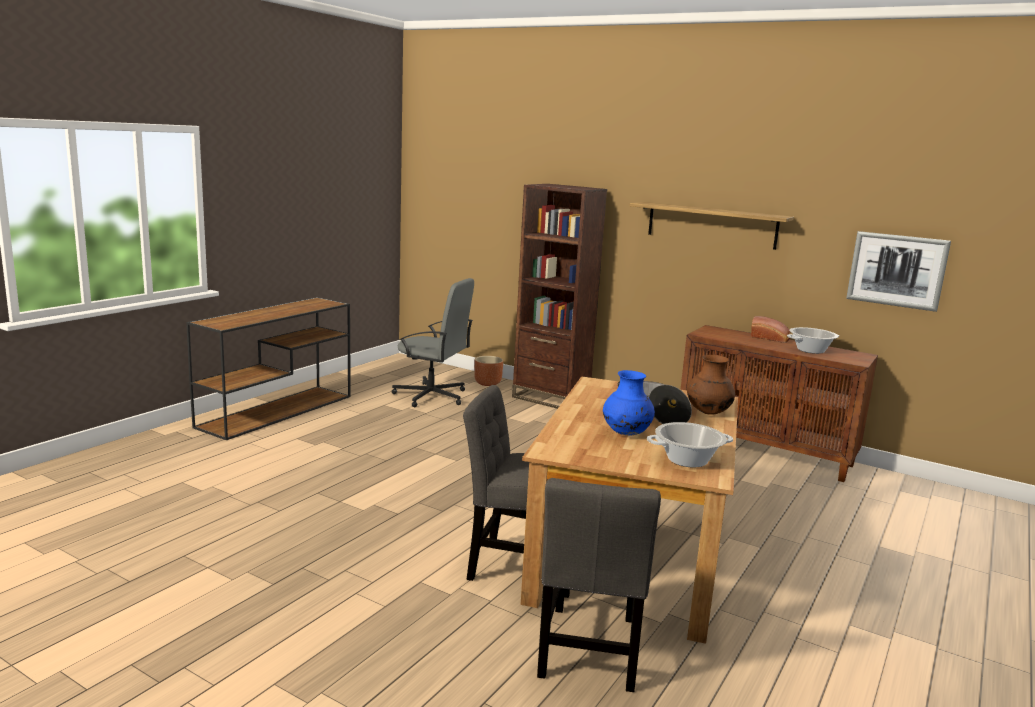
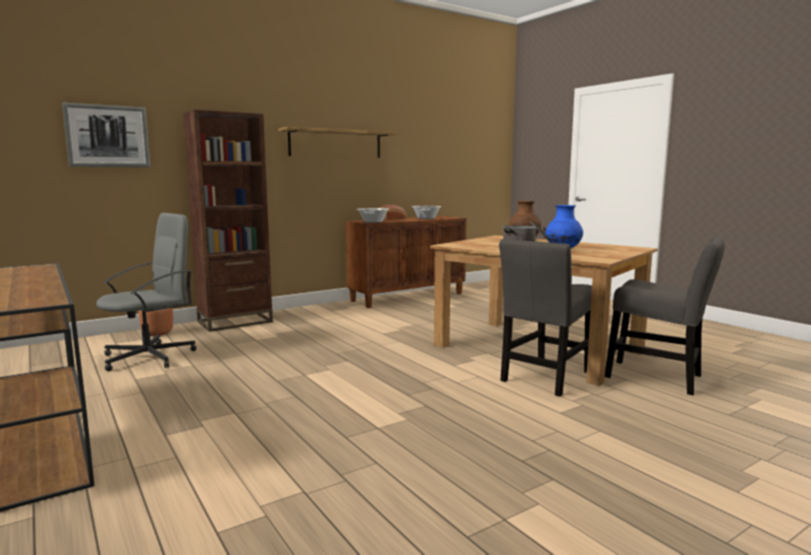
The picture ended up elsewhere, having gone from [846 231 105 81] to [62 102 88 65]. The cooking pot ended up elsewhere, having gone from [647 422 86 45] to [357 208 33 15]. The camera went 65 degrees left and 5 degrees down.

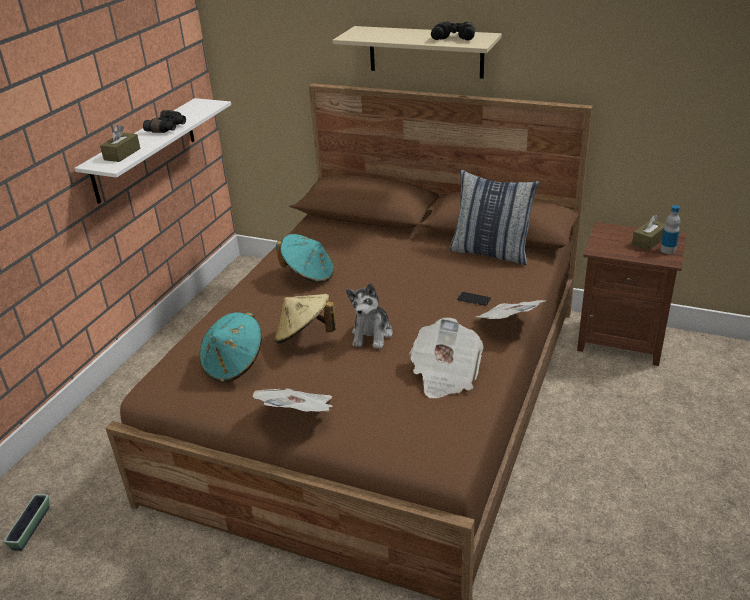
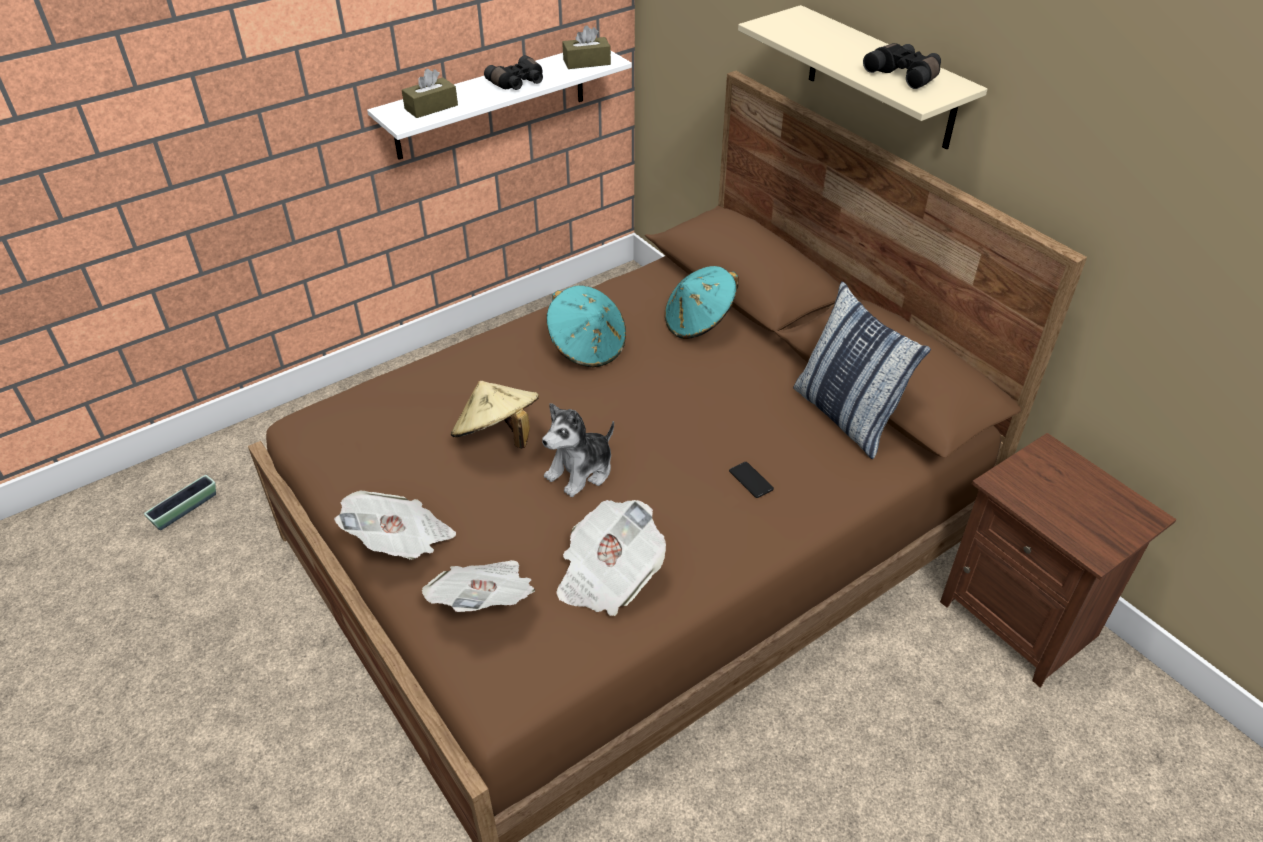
The second view lost the bottle at [660 205 20 49]. The brown tissue box ended up elsewhere, having gone from [632 215 34 36] to [563 25 48 44]. The newspaper ended up elsewhere, having gone from [476 300 69 19] to [422 560 113 52]. The turquoise hat ended up elsewhere, having gone from [200 312 62 70] to [665 266 74 73]. The camera went 30 degrees right and 10 degrees up.

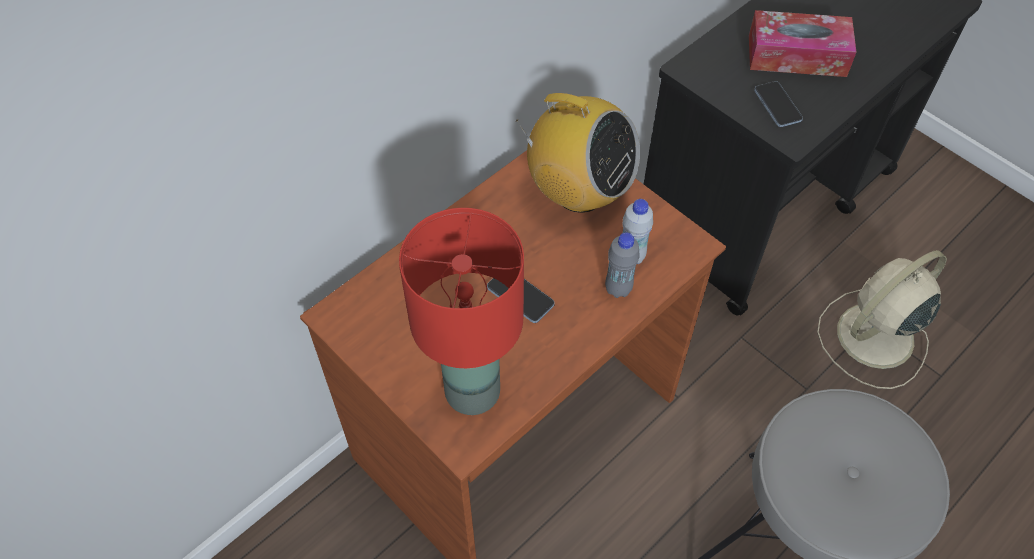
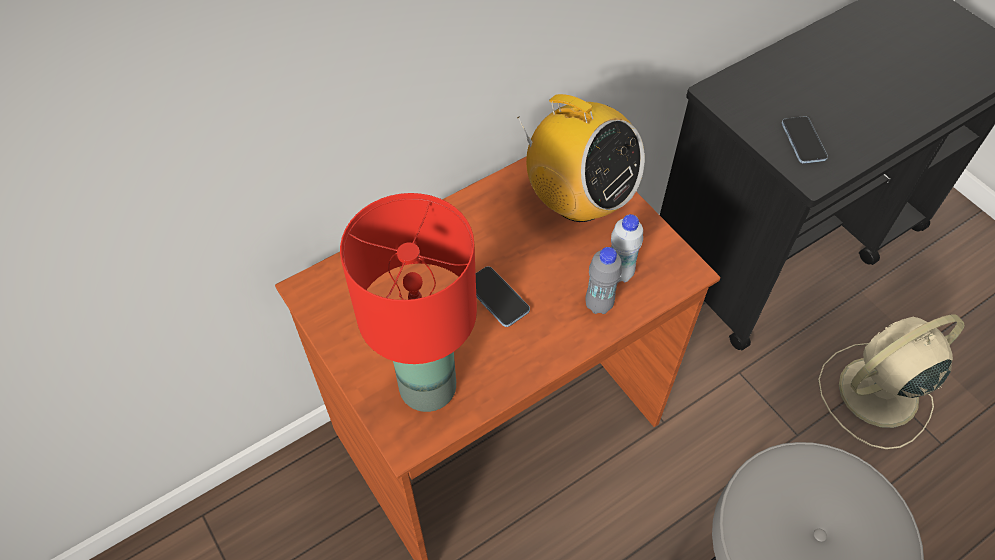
The second view lost the tissue box at [749 10 107 67]. The camera went 10 degrees right and 0 degrees up.

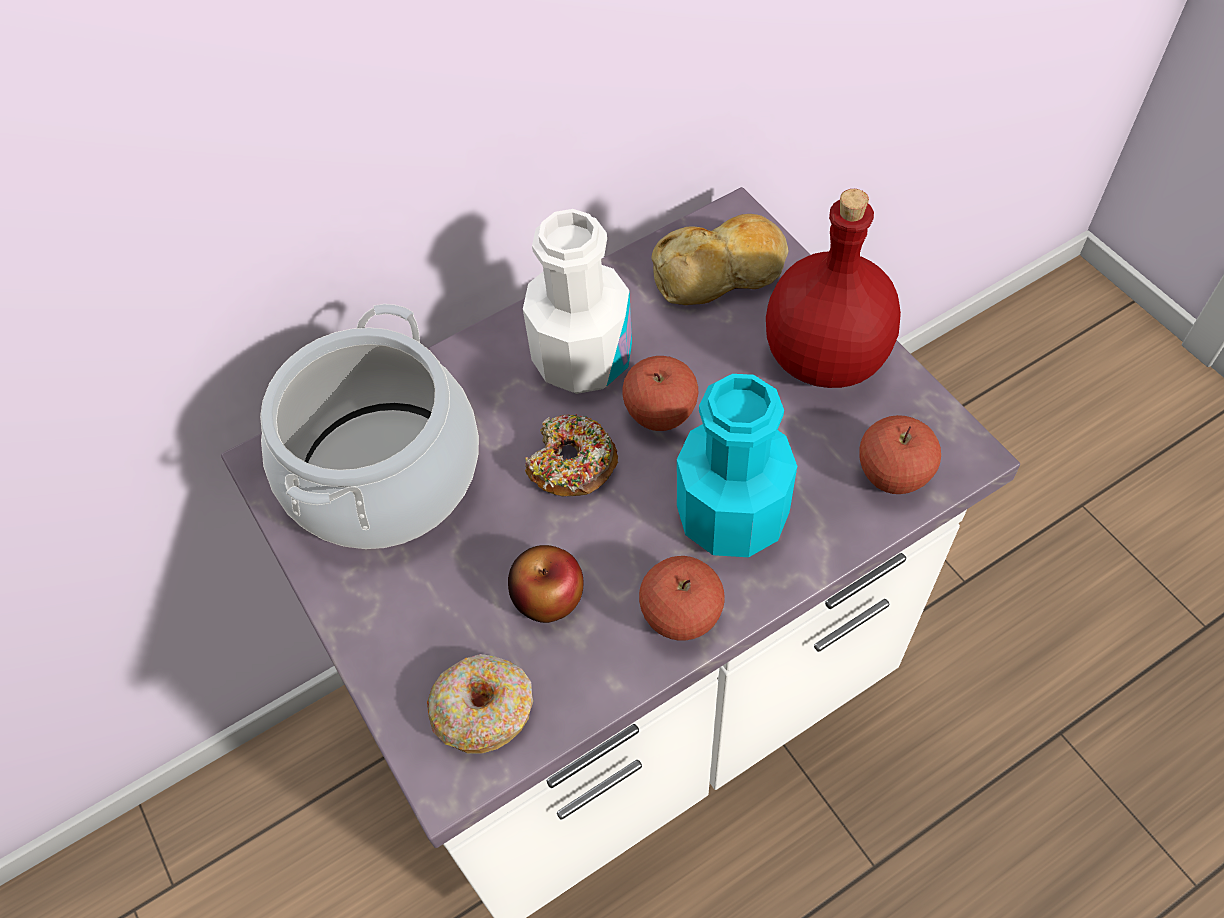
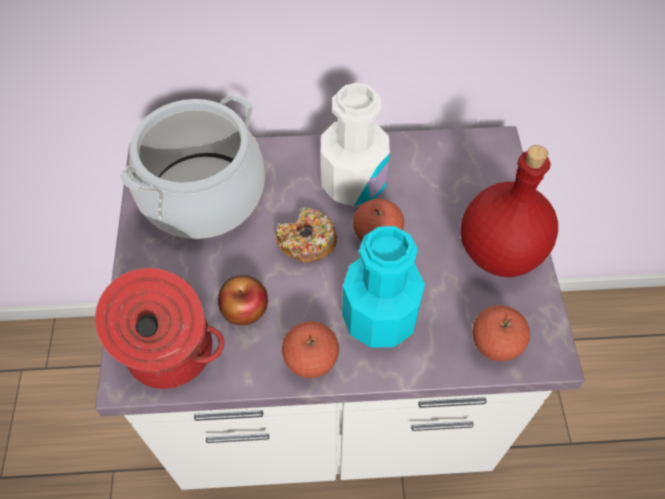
The second view lost the bread at [651 214 137 91]. Where the donut stood at [427 654 106 100], the cooking pot came to stand at [95 268 129 121]. The camera went 25 degrees right and 0 degrees up.

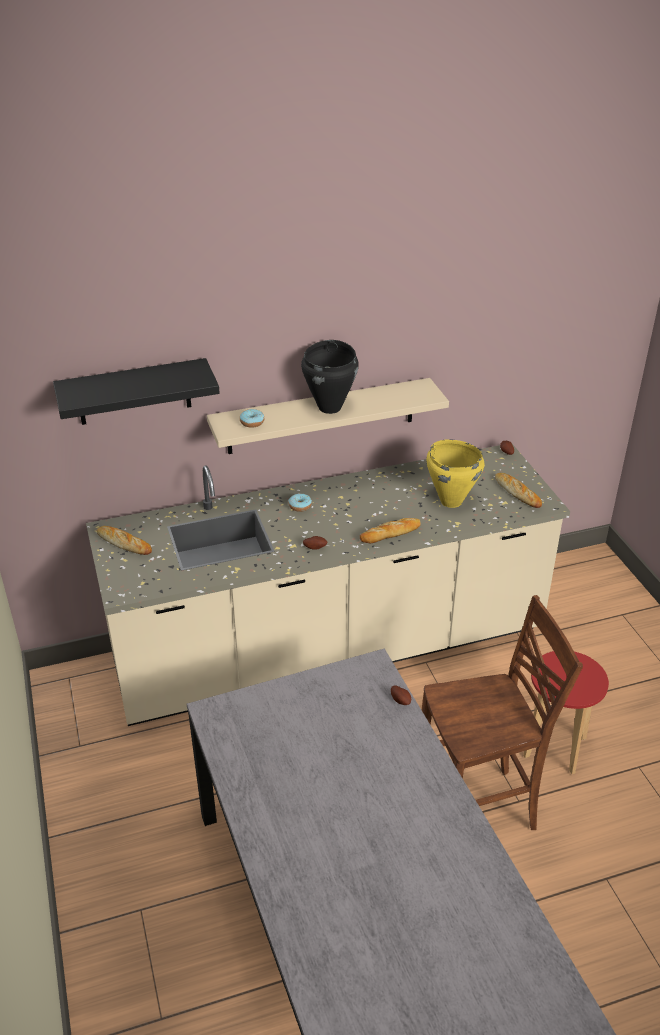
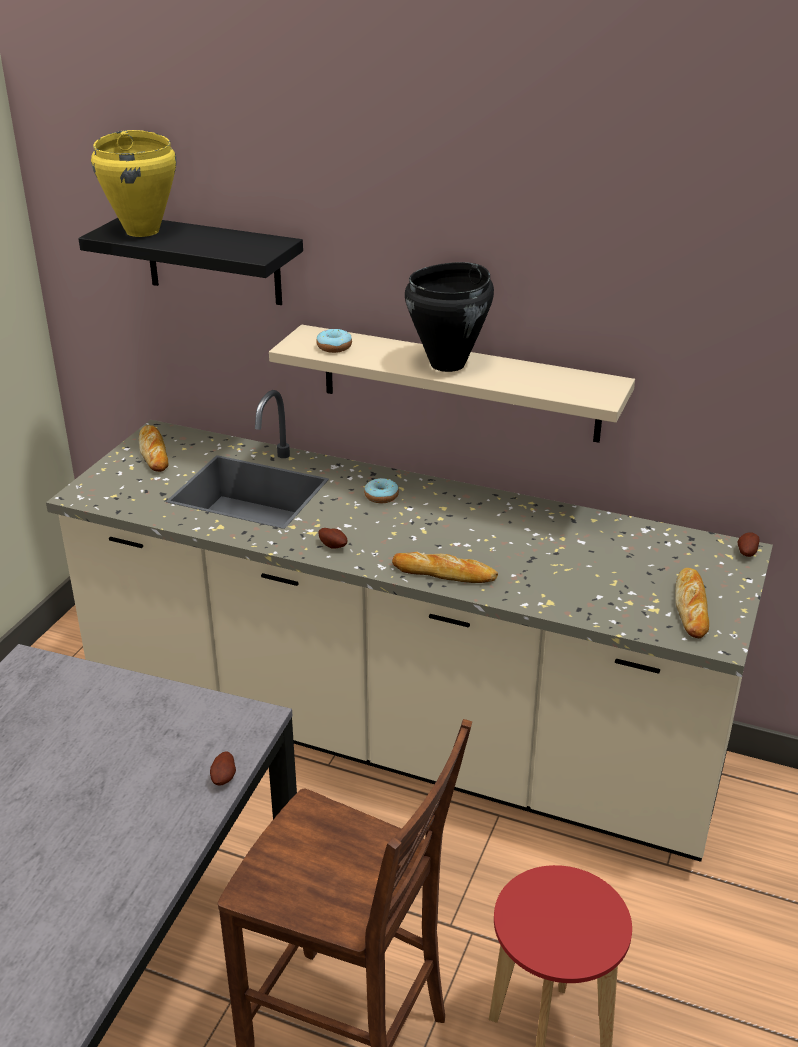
The yellow cooking pot ended up elsewhere, having gone from [426 439 58 69] to [91 130 86 107]. The camera went 40 degrees right and 5 degrees down.

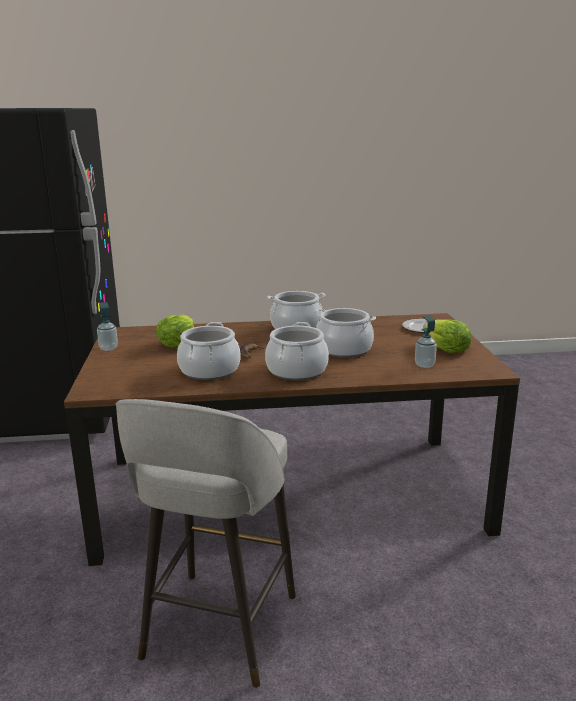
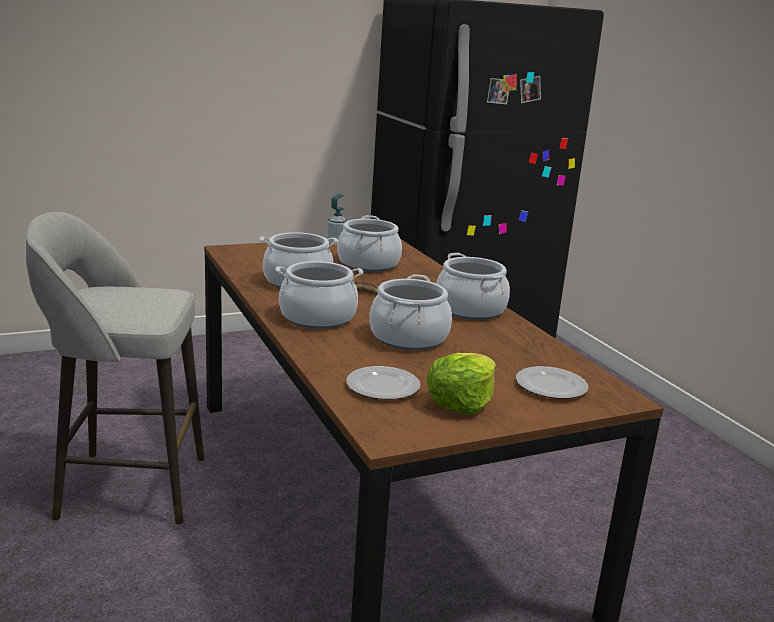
Where the lettuce stood at [156 315 38 33], the cooking pot came to stand at [337 215 65 57]. Where the soap dispenser stood at [415 315 22 53], the plate came to stand at [346 366 74 34]. The camera went 70 degrees right and 0 degrees up.

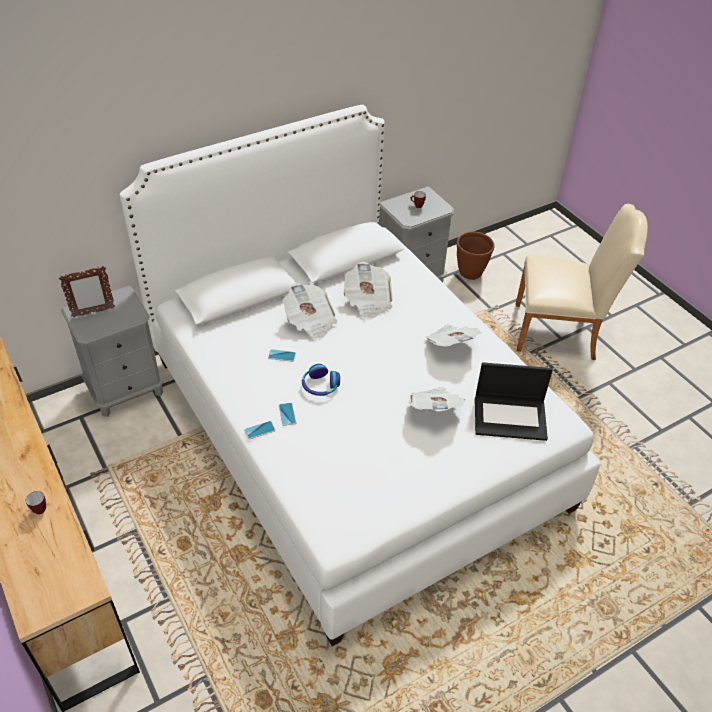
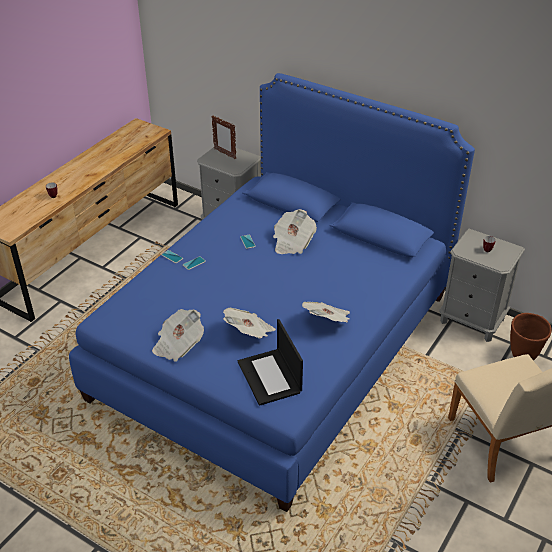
What was the white bed at [120 105 480 541] turned into the blue bed at [69 73 406 439]. The newspaper ended up elsewhere, having gone from [343 262 50 58] to [152 309 52 53]. The second view lost the headphones at [302 364 38 32]. The camera went 65 degrees right and 5 degrees down.

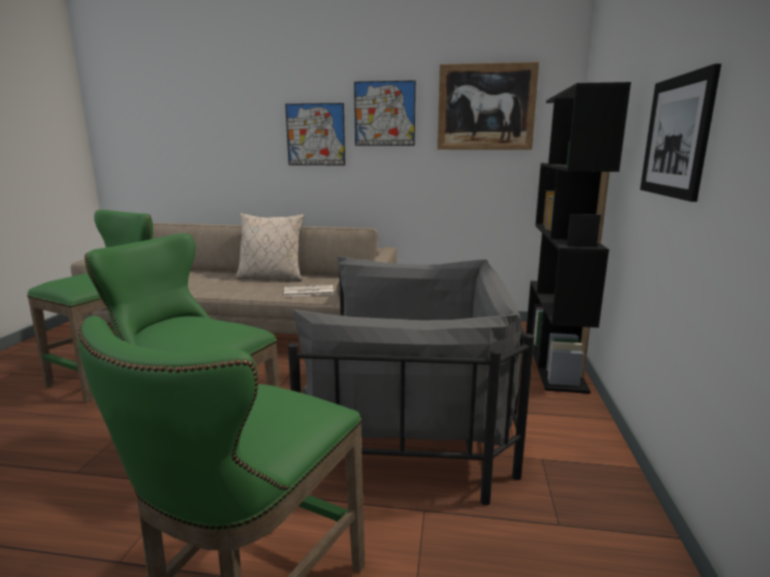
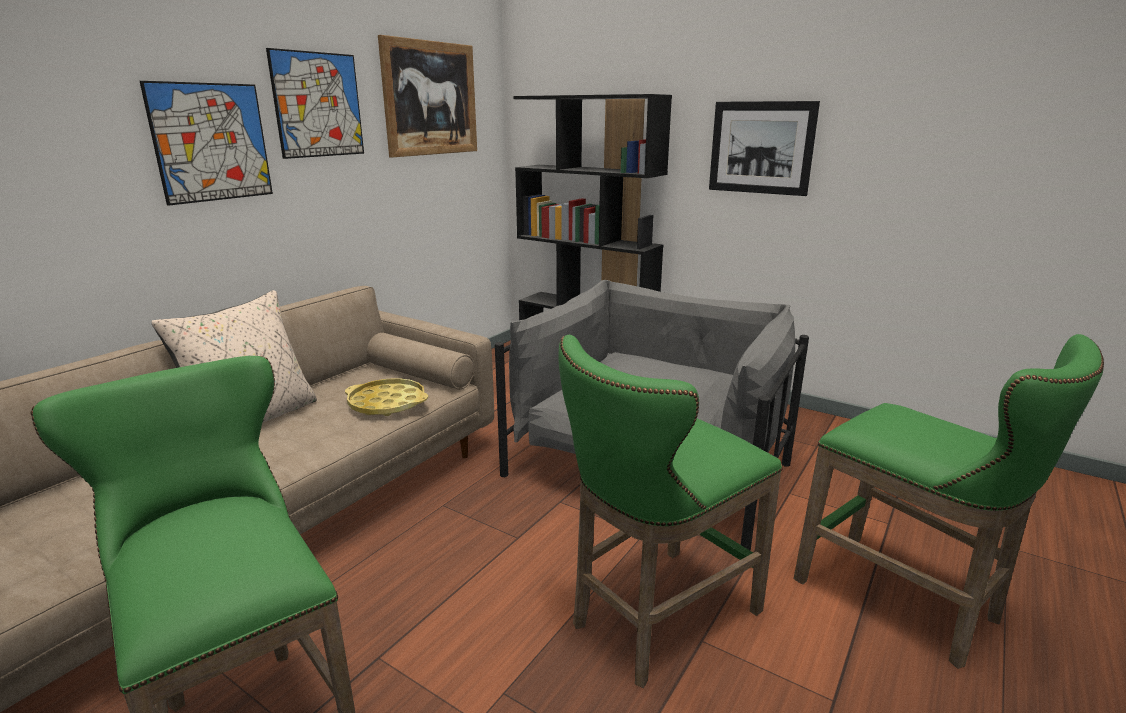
Where the newspaper stood at [284 285 50 12], the yellow tray came to stand at [345 378 83 38]. The camera went 65 degrees left and 5 degrees up.

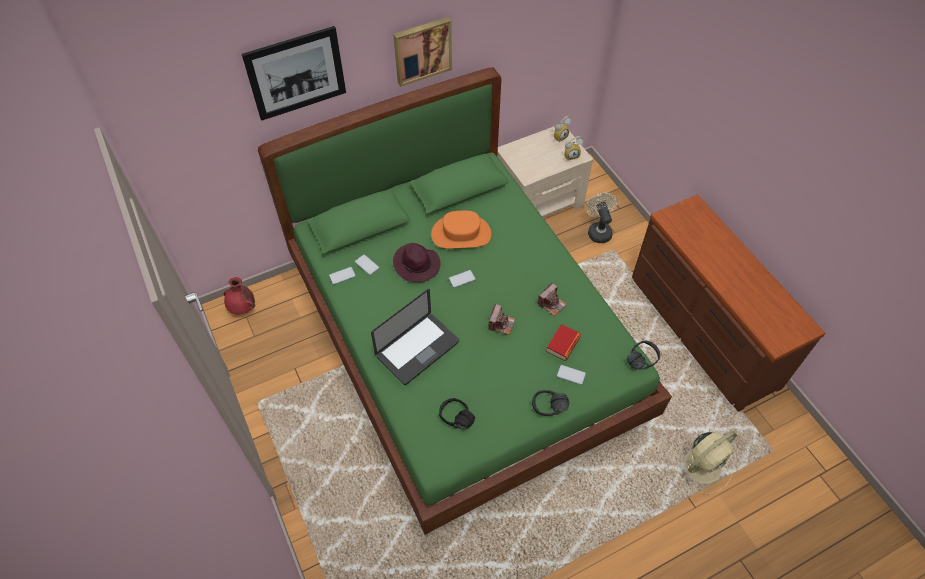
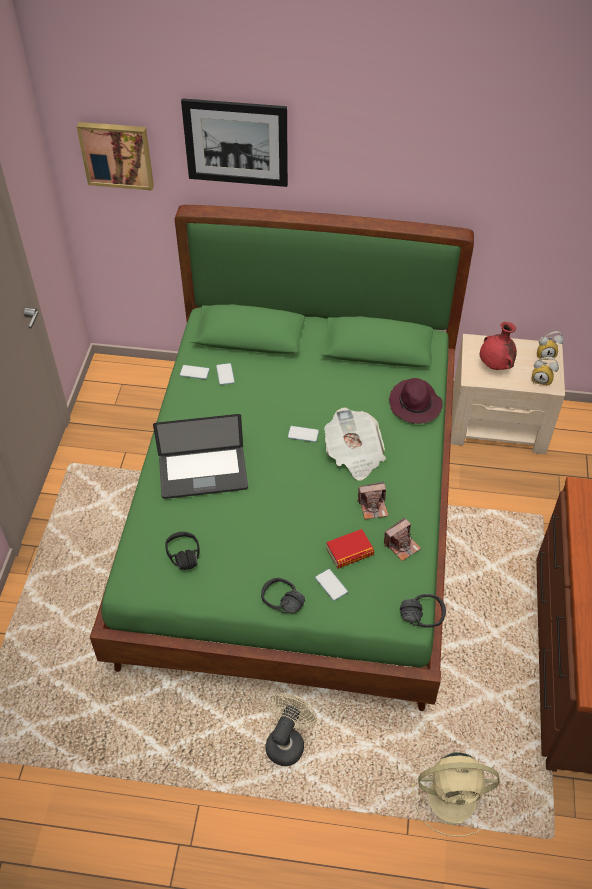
The picture ended up elsewhere, having gone from [393 17 59 70] to [77 122 77 69]. The beige fan ended up elsewhere, having gone from [585 193 32 50] to [266 693 51 73]. The second view lost the orange hat at [431 211 60 38]. The purple hat ended up elsewhere, having gone from [393 243 48 39] to [389 378 54 46]. The red vase ended up elsewhere, having gone from [224 277 31 37] to [480 322 37 48]. The photo camera ended up elsewhere, having gone from [488 304 27 31] to [384 518 37 43]. The second view gained the newspaper at [324 407 62 74]. The camera went 35 degrees right and 5 degrees down.

